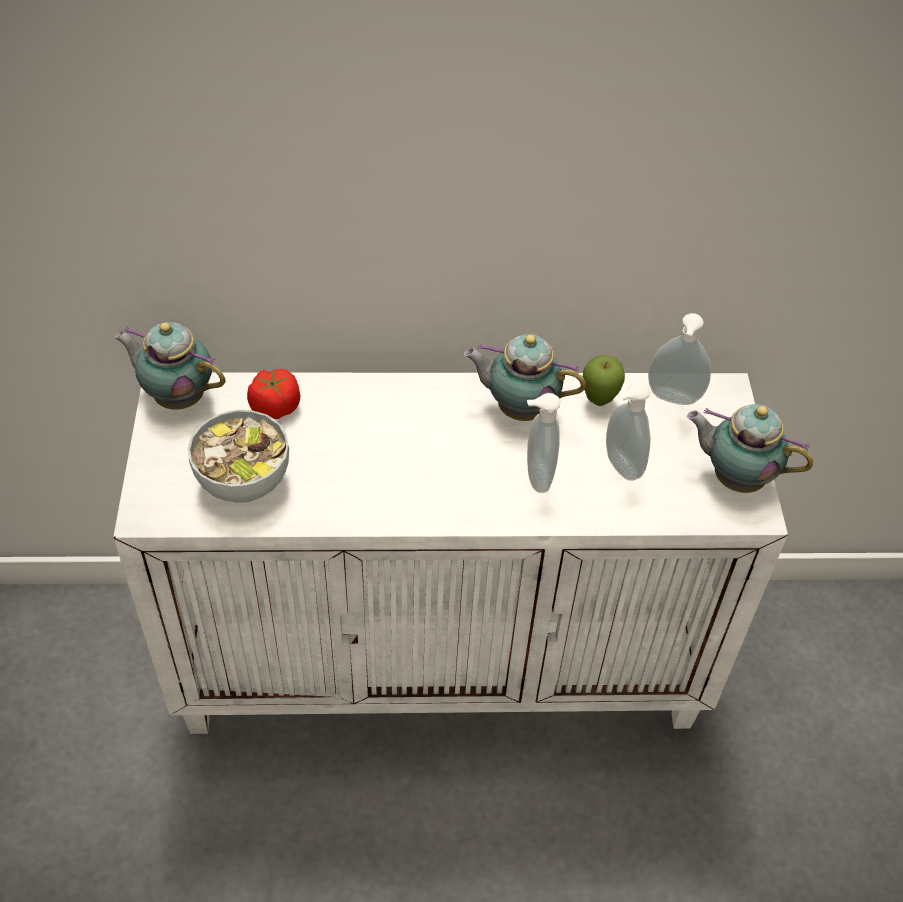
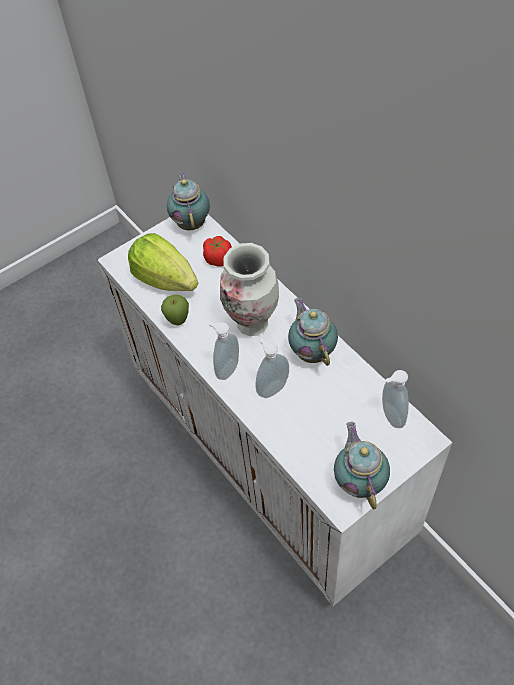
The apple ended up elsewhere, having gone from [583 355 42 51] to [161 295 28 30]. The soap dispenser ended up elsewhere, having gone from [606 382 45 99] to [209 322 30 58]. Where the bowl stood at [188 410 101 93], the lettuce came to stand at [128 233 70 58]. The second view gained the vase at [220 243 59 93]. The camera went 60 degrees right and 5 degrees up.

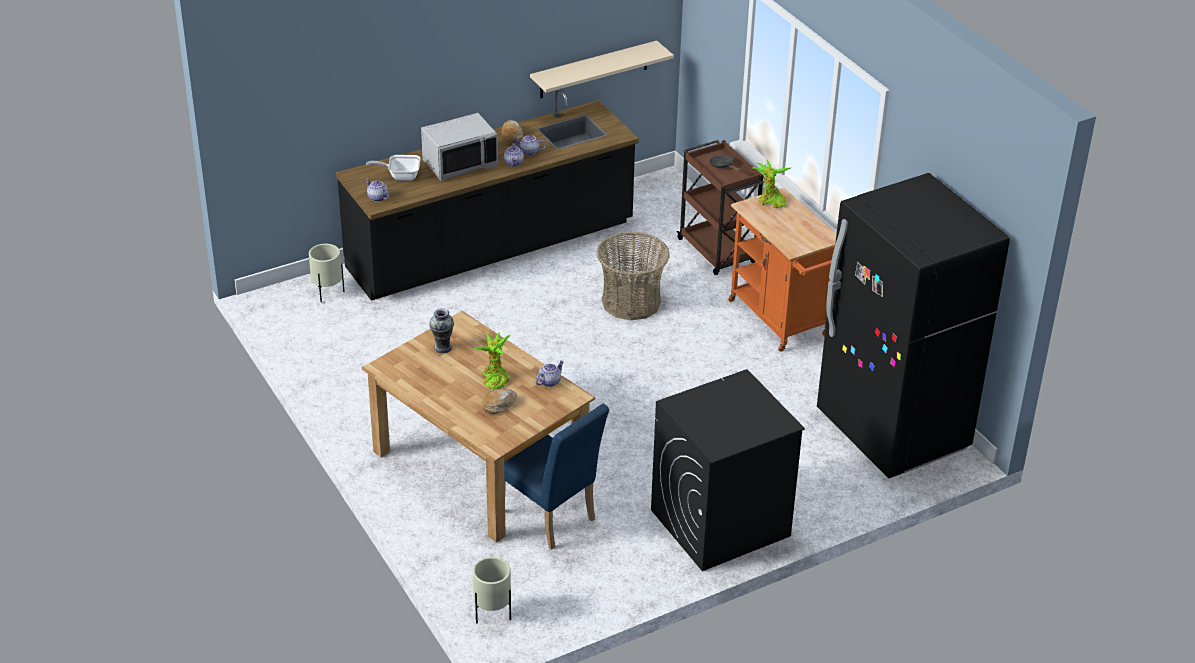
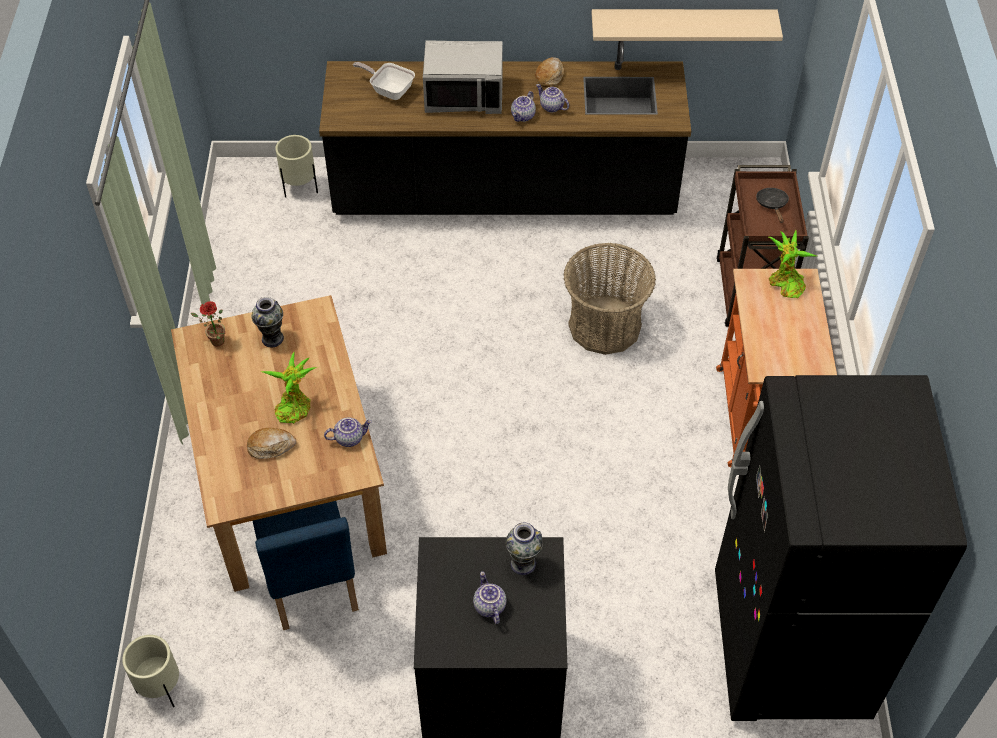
The teapot ended up elsewhere, having gone from [365 179 24 23] to [473 571 33 53]. The second view gained the potted plant at [191 301 34 45]. The second view gained the vase at [505 522 38 53]. The camera went 30 degrees right and 15 degrees up.

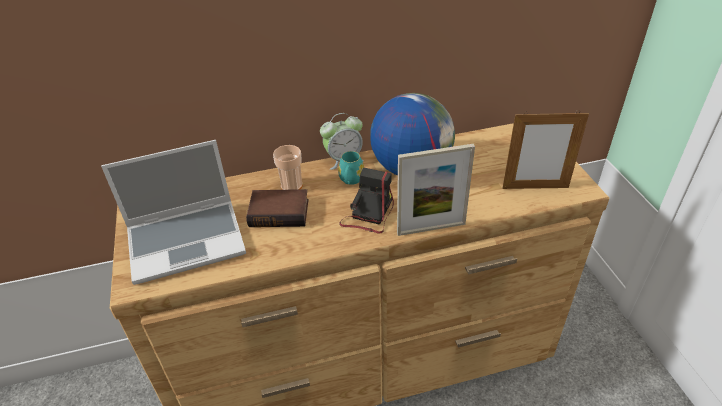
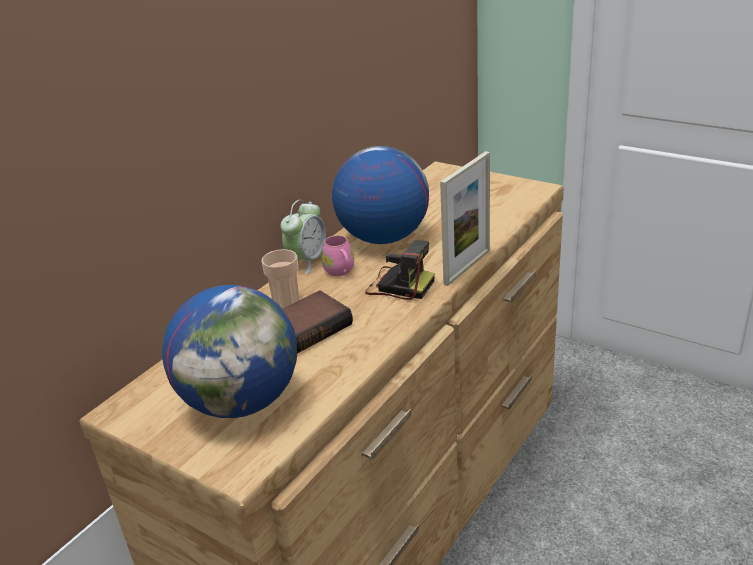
The second view lost the picture frame at [502 110 87 79]. Where the laptop stood at [101 140 145 145], the globe came to stand at [162 285 135 133]. What was the turquoise mug at [338 151 26 34] turned into the pink mug at [322 235 32 41]. The photo camera at [339 168 55 66] ended up facing another way, 135 degrees clockwise from before. The camera went 40 degrees left and 10 degrees down.

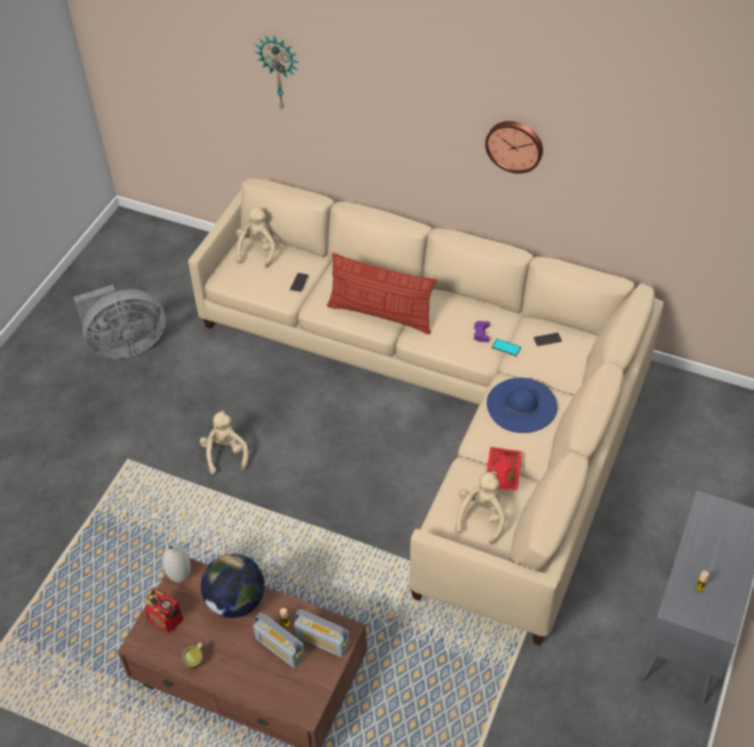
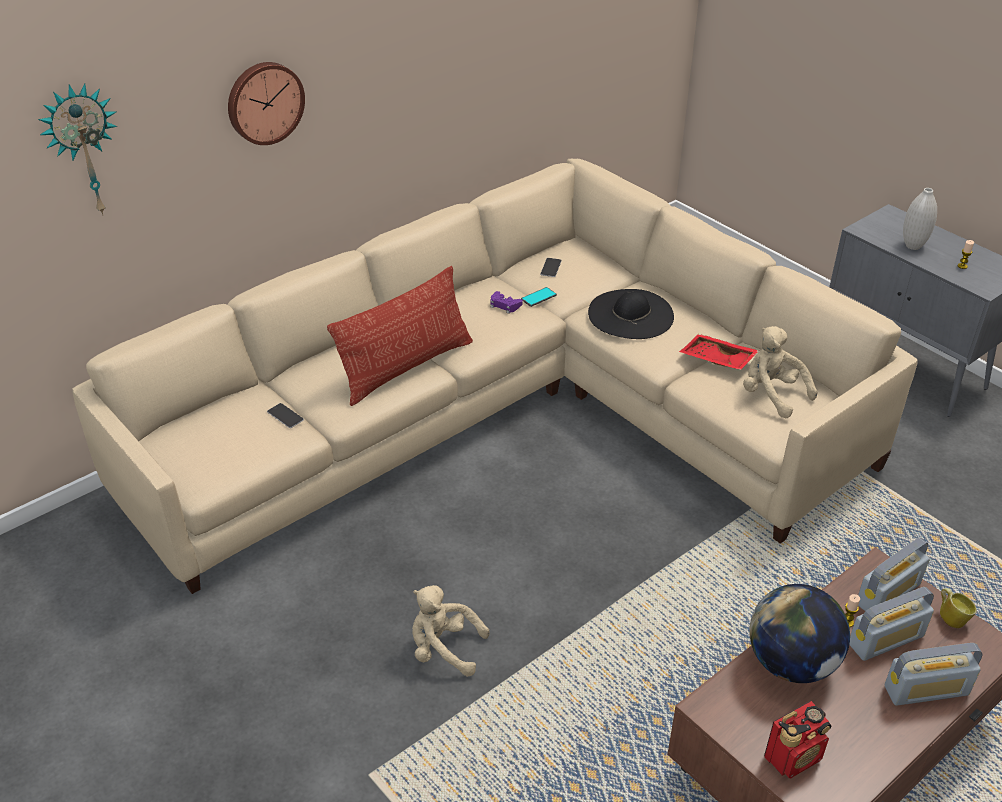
The wall clock ended up elsewhere, having gone from [485 121 58 53] to [228 62 77 83]. The second view lost the beige plush toy at [236 207 40 61]. The second view lost the grey fan at [73 285 93 74]. What was the blue hat at [487 378 71 55] turned into the black hat at [588 289 86 50]. The white vase ended up elsewhere, having gone from [162 543 28 40] to [903 188 34 62]. The mug ended up elsewhere, having gone from [182 642 21 27] to [940 588 37 40]. The second view gained the radio at [885 643 98 63]. The camera went 65 degrees left and 10 degrees down.

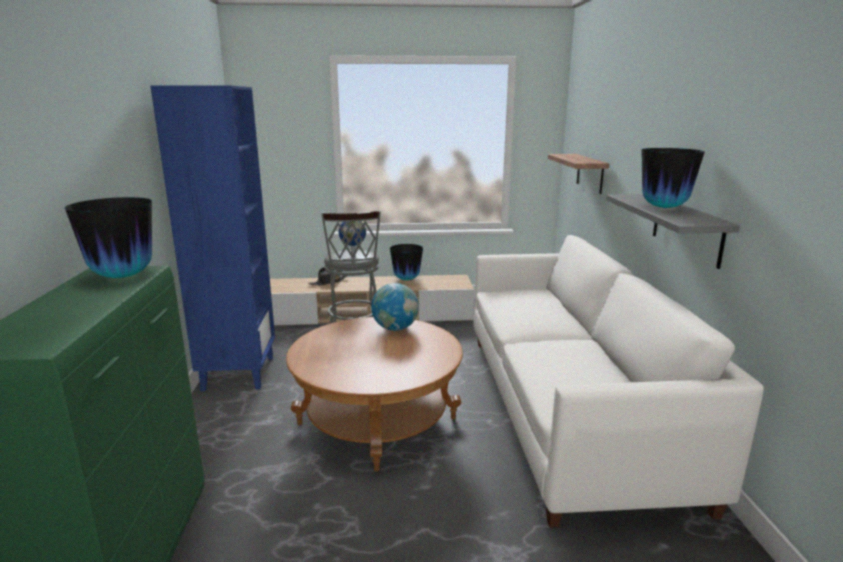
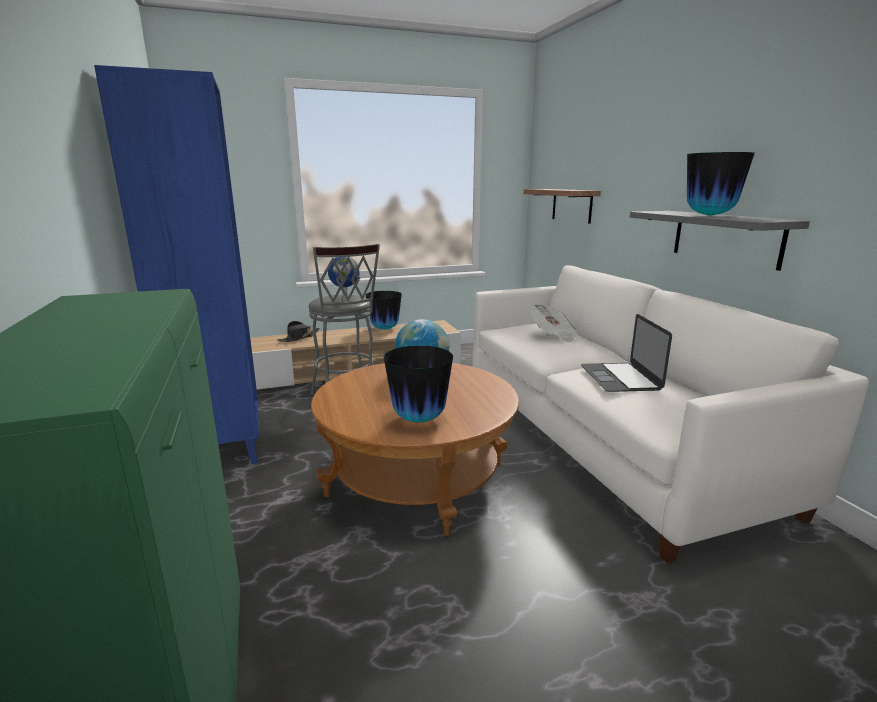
The vase ended up elsewhere, having gone from [65 197 87 81] to [384 346 69 77]. The second view gained the newspaper at [530 304 49 39]. The second view gained the laptop at [581 314 91 78]. The camera went 15 degrees left and 0 degrees up.

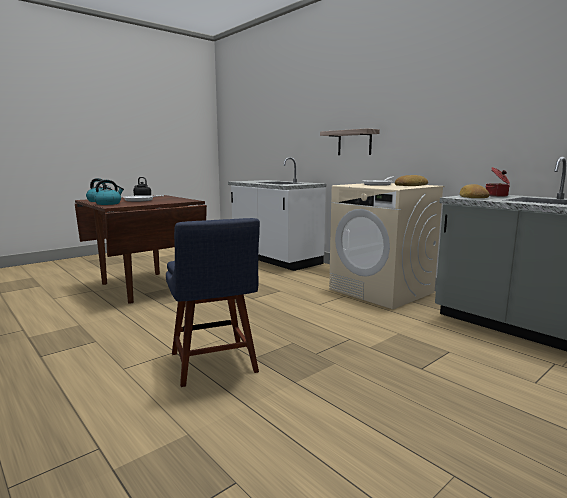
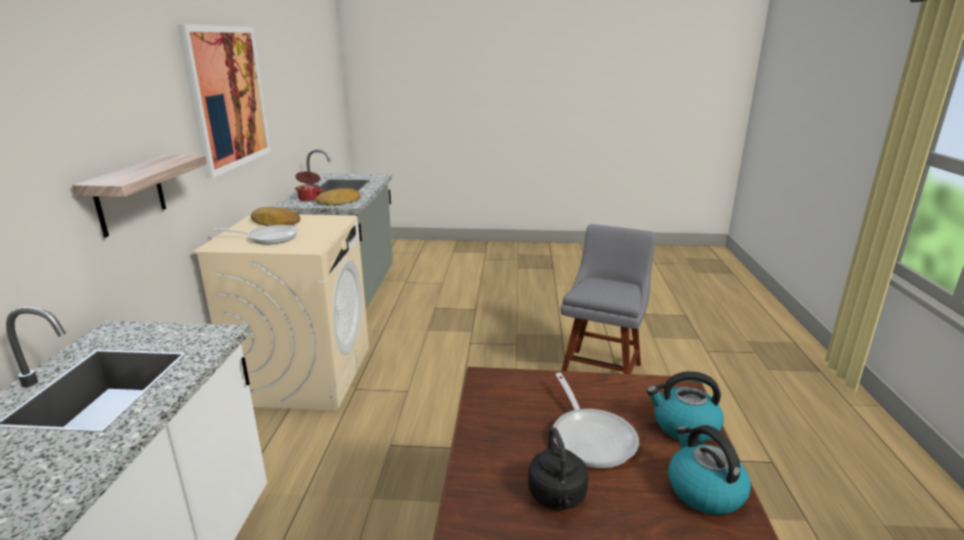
What was the blue chair at [166 218 94 169] turned into the grey chair at [560 224 96 150]. The second view gained the picture at [177 24 94 154]. The camera went 135 degrees left and 10 degrees up.

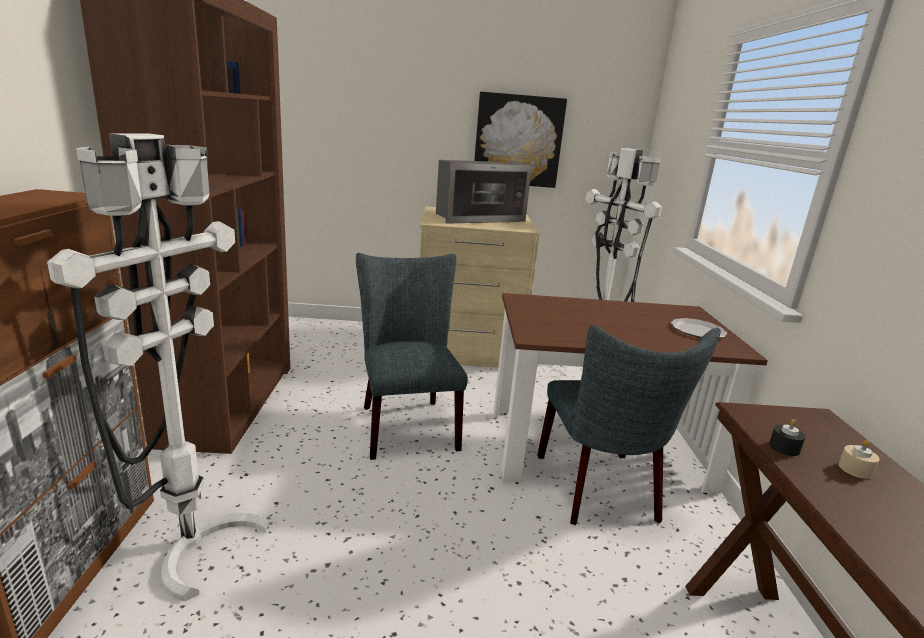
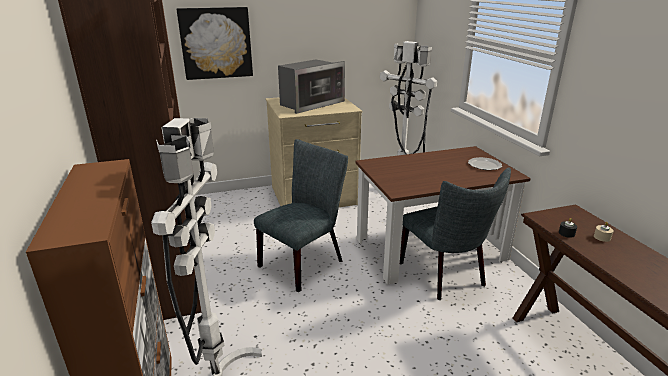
The picture ended up elsewhere, having gone from [474 92 93 96] to [176 7 77 73]. The grey chair at [356 253 112 207] ended up facing another way, 75 degrees clockwise from before. The camera went 15 degrees left and 5 degrees up.

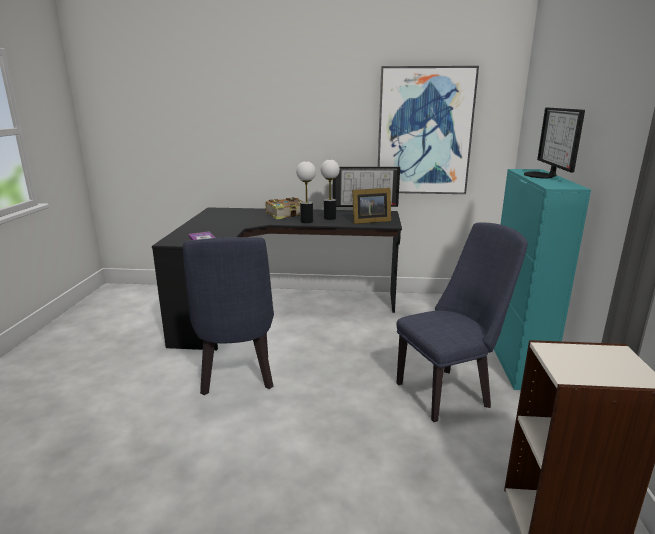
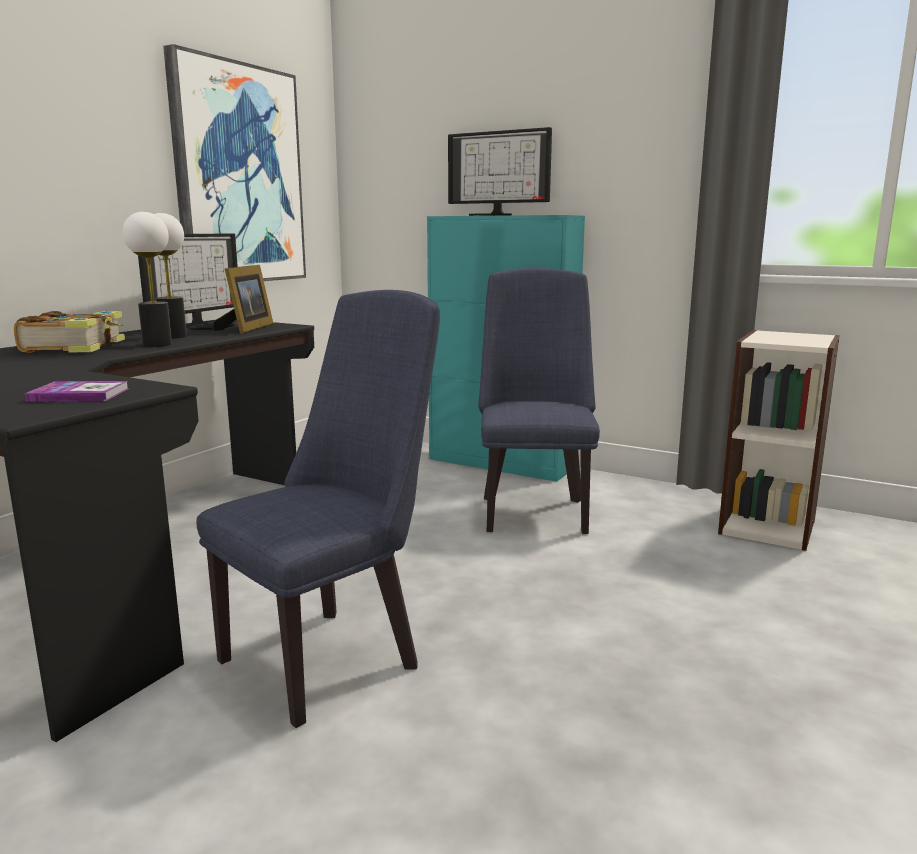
The blue chair at [183 237 91 158] ended up facing another way, 60 degrees counterclockwise from before. The camera went 65 degrees left and 5 degrees down.

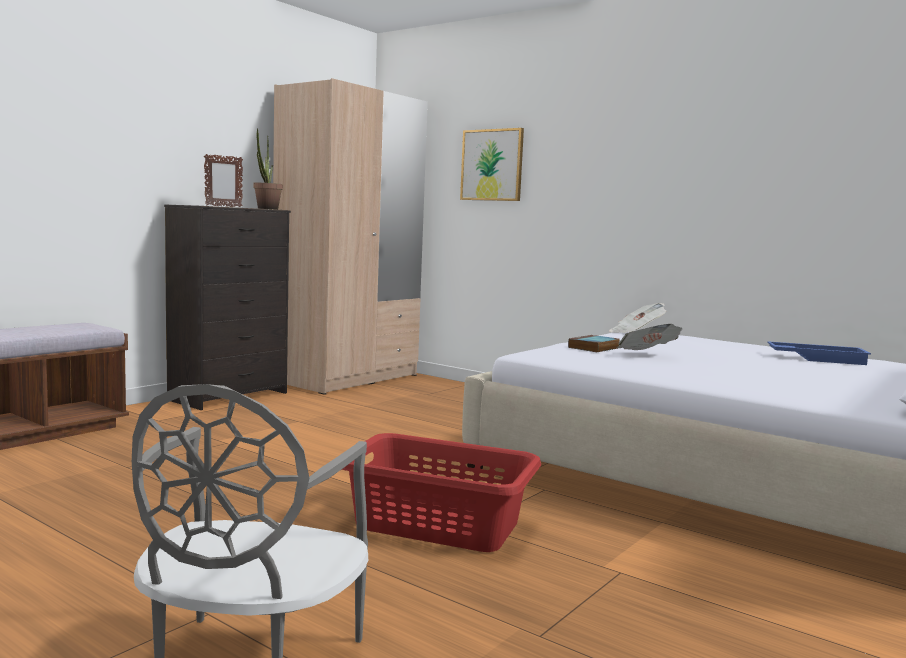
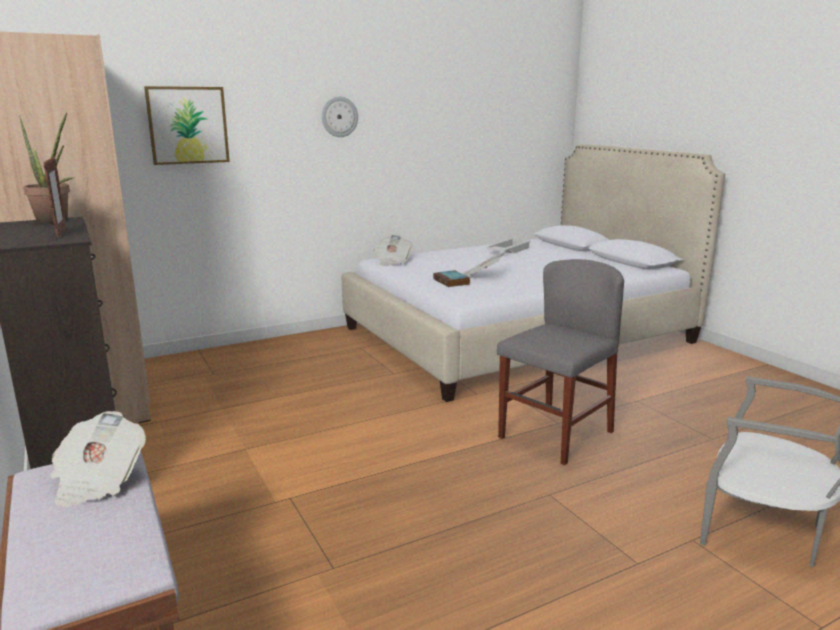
What was the blue tray at [767 341 104 24] turned into the white tray at [485 238 46 16]. Where the red laundry basket stood at [342 433 199 119], the grey chair came to stand at [497 259 127 206]. The second view gained the wall clock at [322 96 36 41]. The second view gained the newspaper at [50 411 96 96]. The camera went 65 degrees left and 10 degrees up.

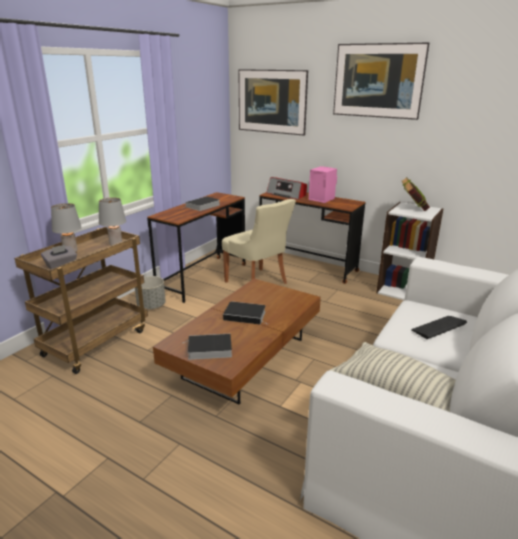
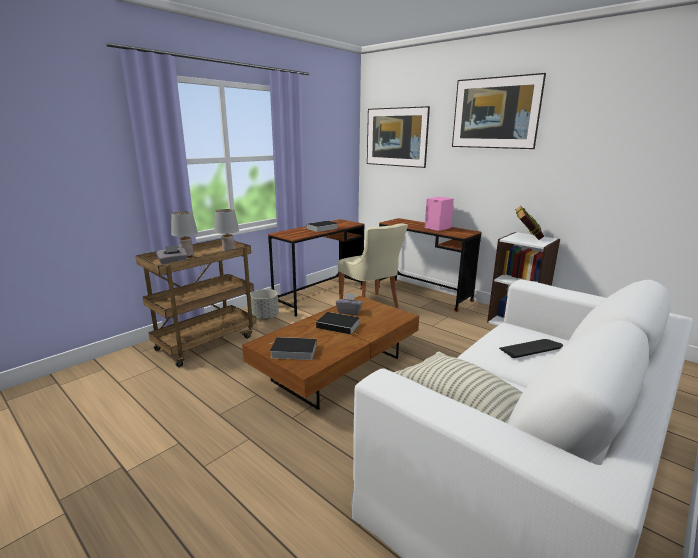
The second view lost the radio at [266 177 41 22]. The second view gained the grey tissue box at [336 293 27 22]. The camera went 10 degrees right and 5 degrees down.

